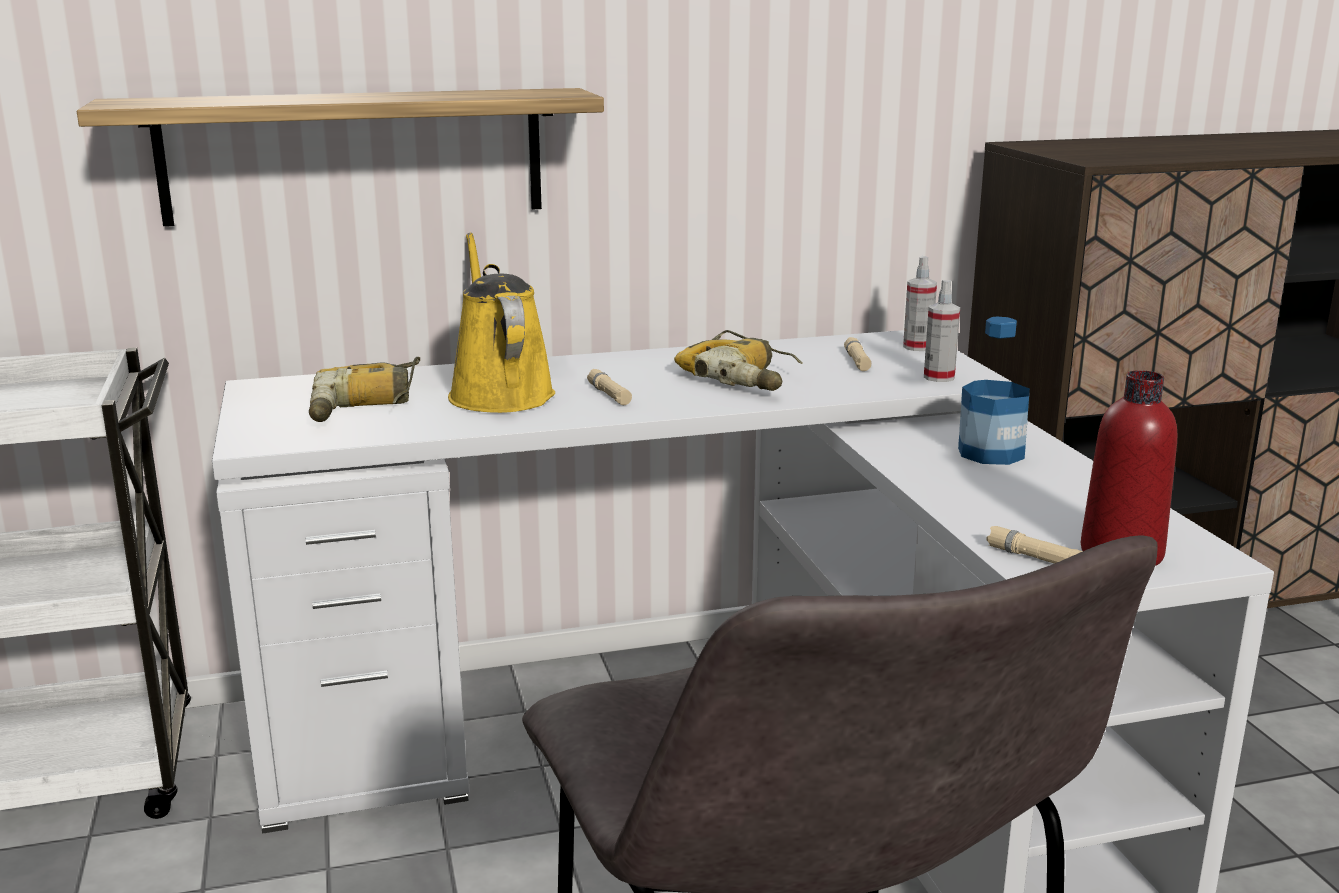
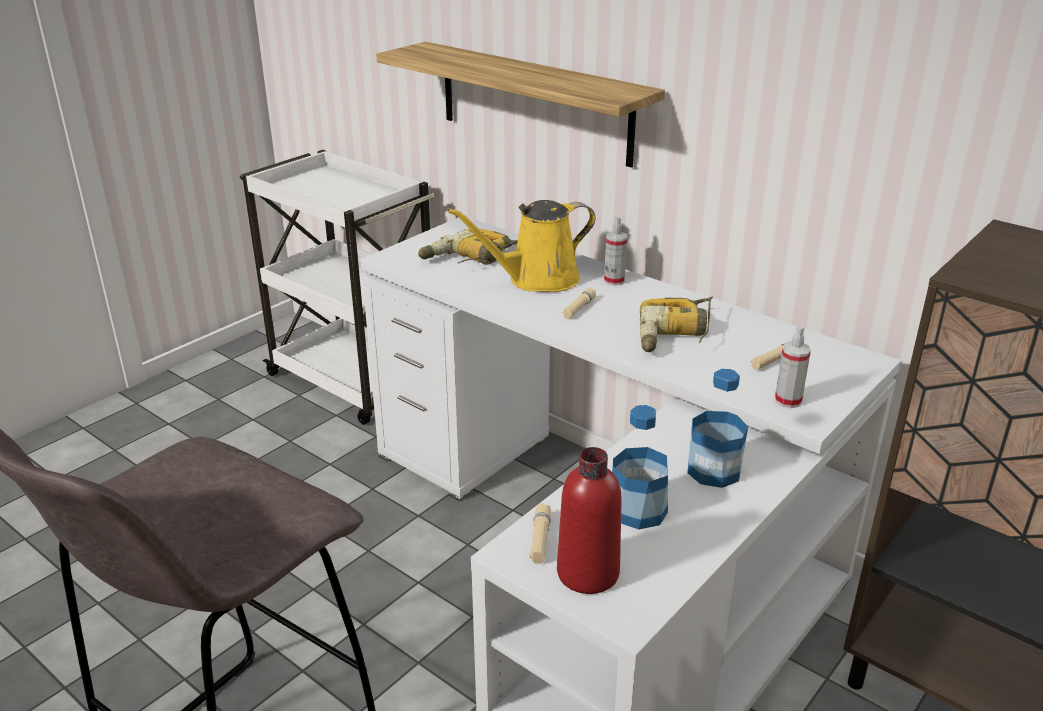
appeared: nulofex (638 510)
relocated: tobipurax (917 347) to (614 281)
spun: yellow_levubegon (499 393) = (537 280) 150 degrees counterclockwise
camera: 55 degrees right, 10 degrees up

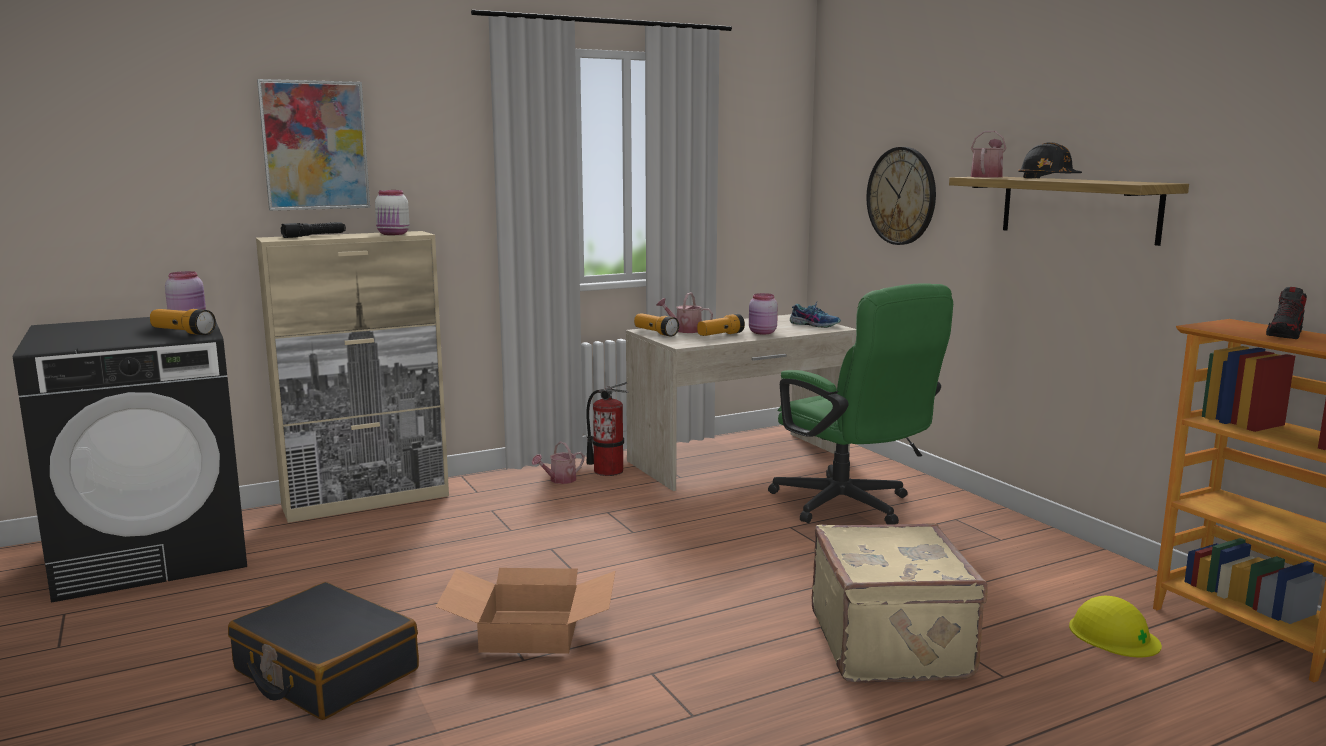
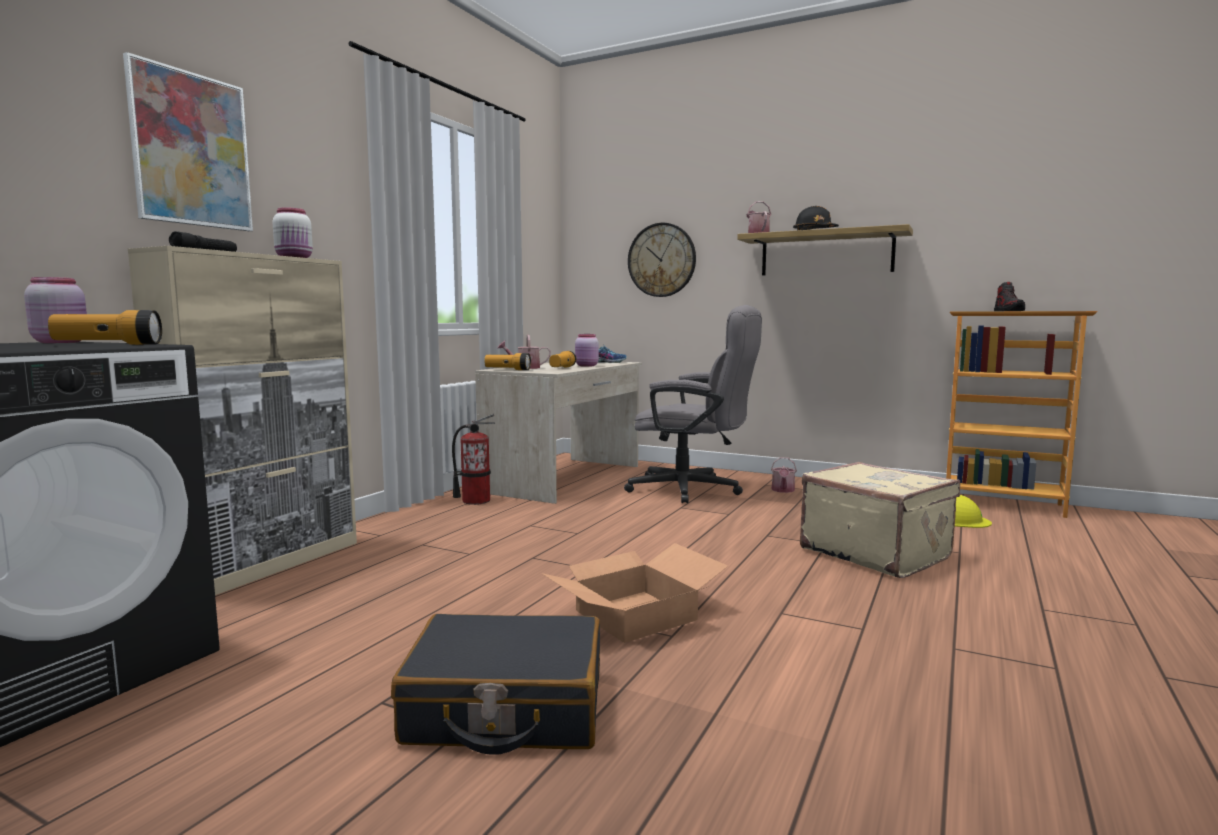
relocated: levubegon (559 480) to (783 490)
colour: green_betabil (850 507) to grey_betabil (694 490)
camera: 35 degrees left, 5 degrees down

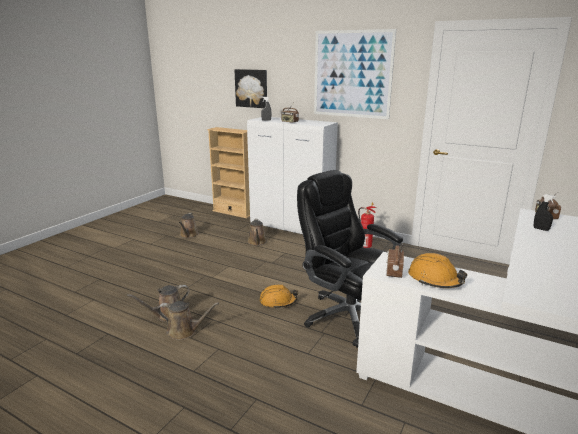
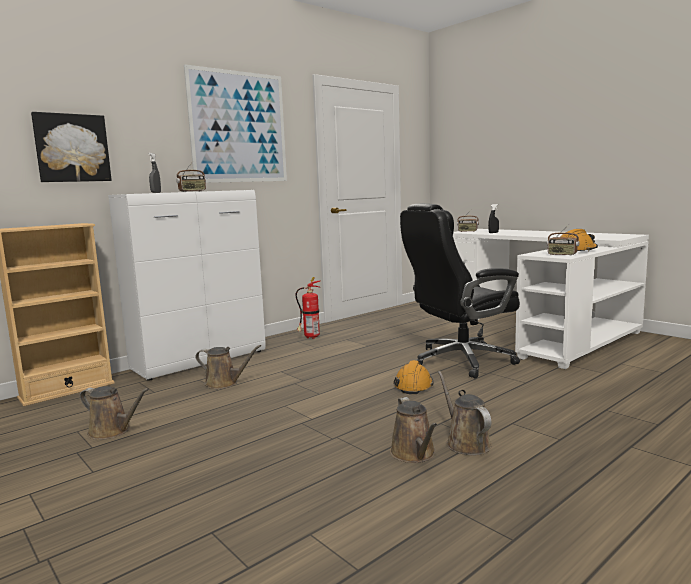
spun: brown_levubegon (184 331) = (465 442) 45 degrees counterclockwise
camera: 70 degrees left, 10 degrees down

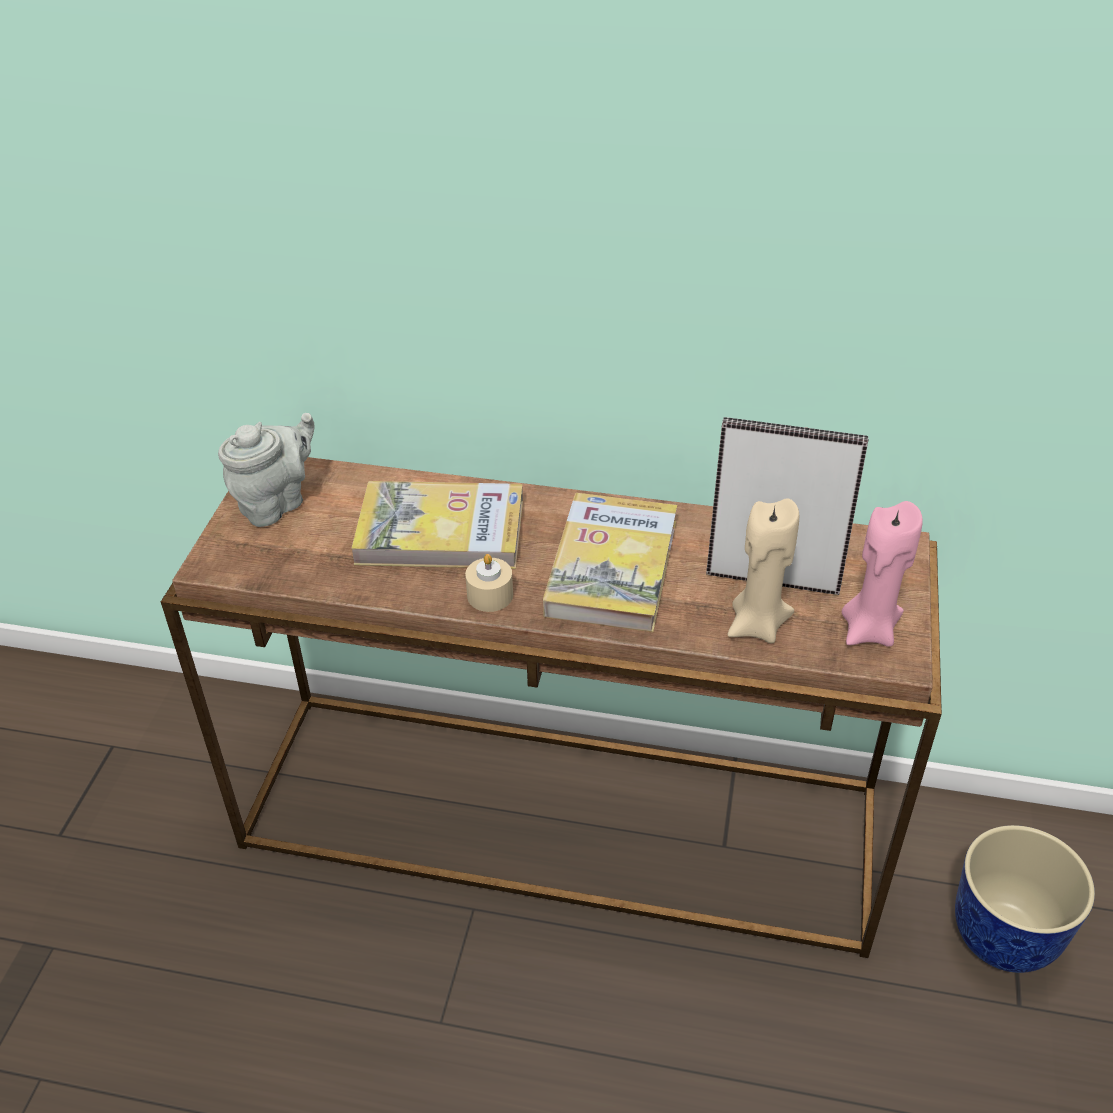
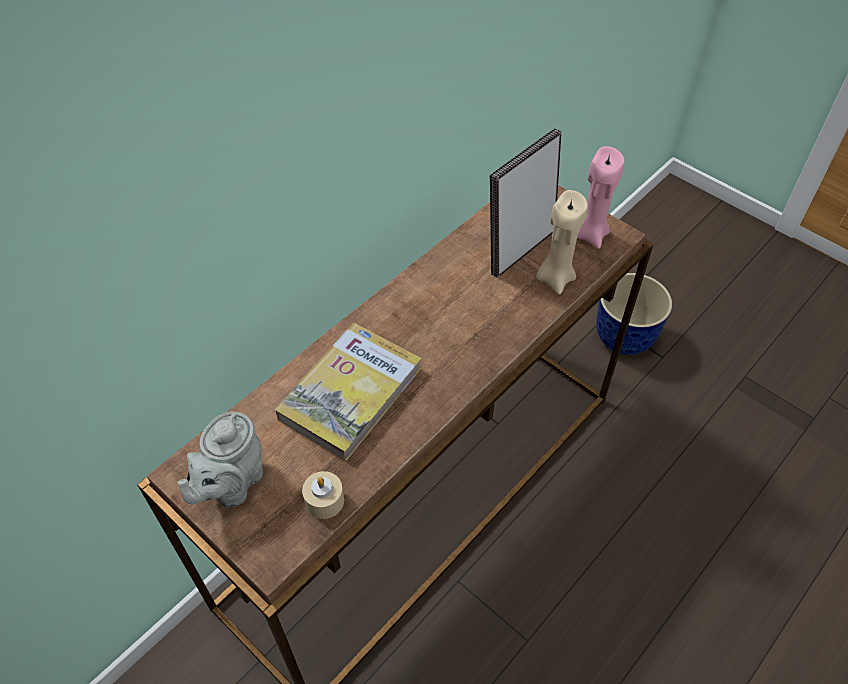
missing: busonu (612 567)
relocated: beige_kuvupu (490 595) to (324 501)
spun: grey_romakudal (276 503) = (232 484) 135 degrees counterclockwise
camera: 60 degrees left, 10 degrees up

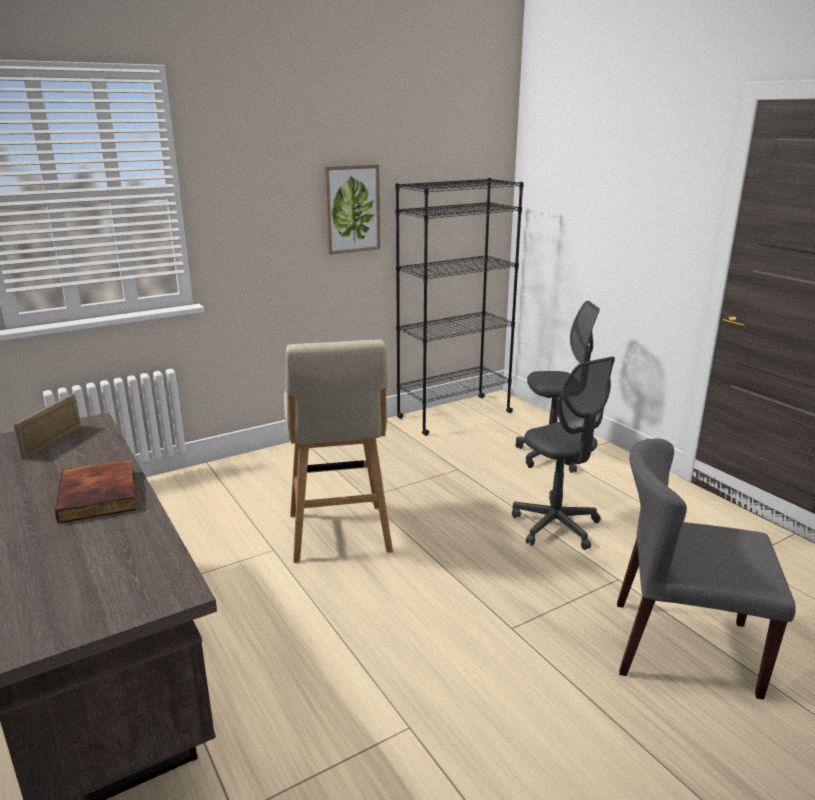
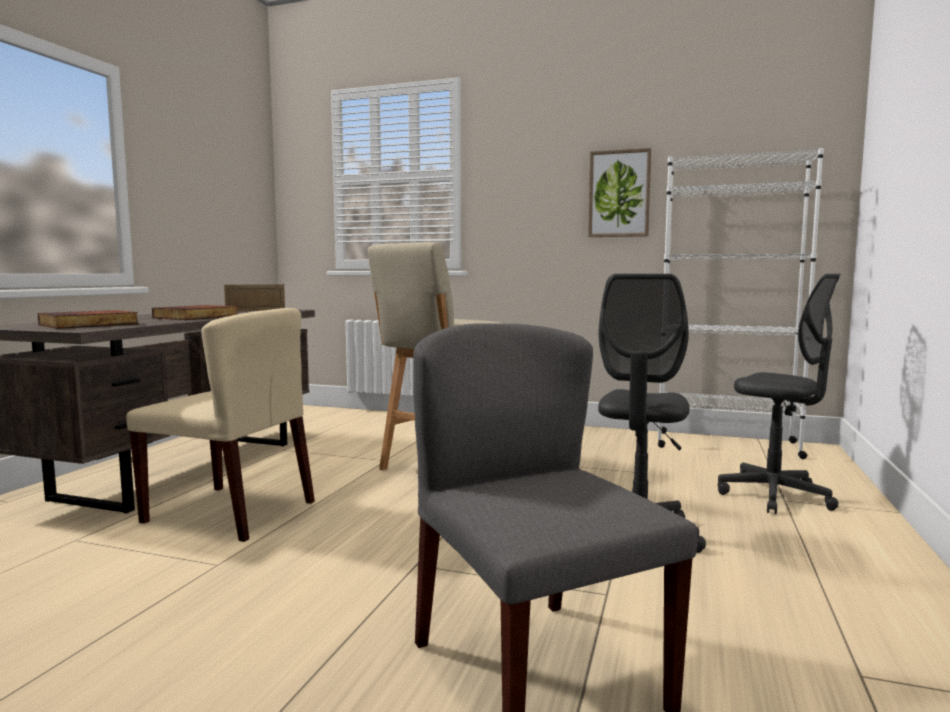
appeared: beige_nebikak (232 511); busonu (89 324)
colour: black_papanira (454 415) to white_papanira (726 444)
camera: 50 degrees right, 15 degrees down

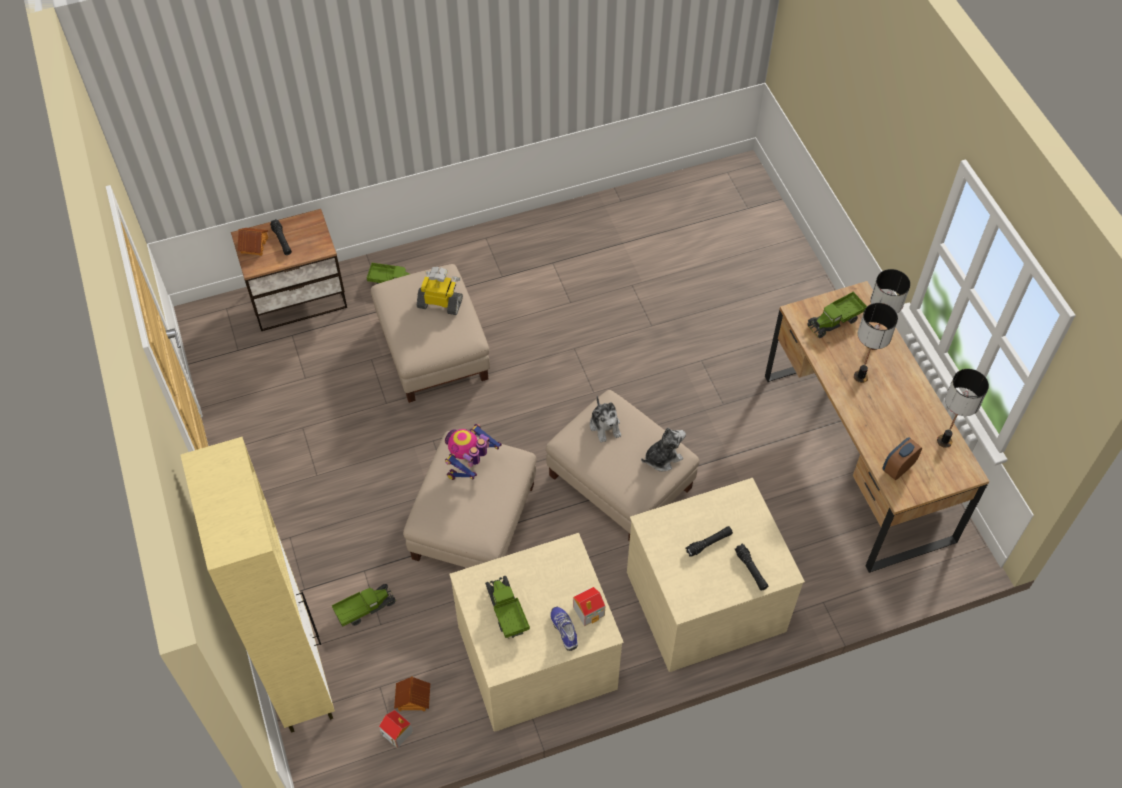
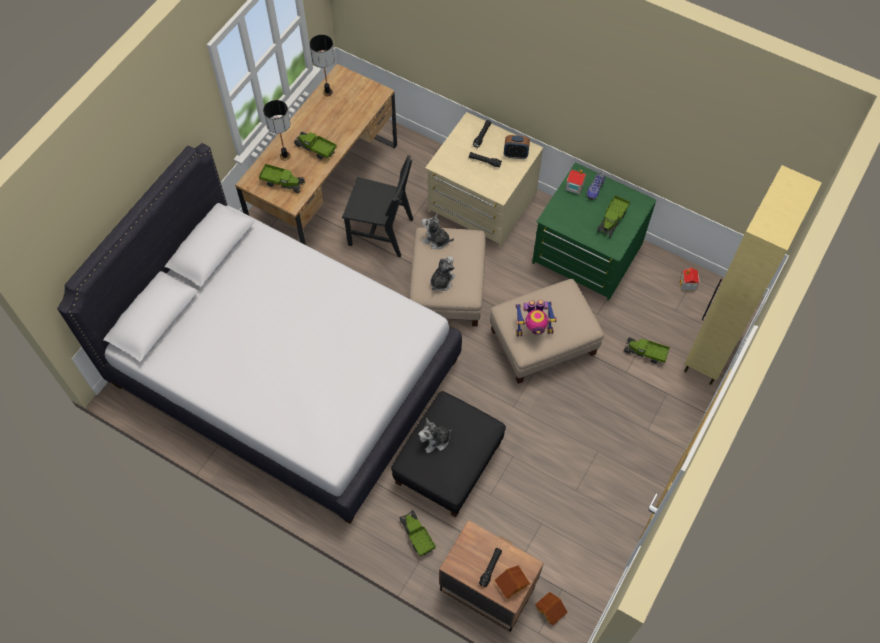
appeared: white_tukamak (285 373); black_nebikak (380 232)
relocated: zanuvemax (898 468) to (515 155); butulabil (412 699) to (551 610)
exchanged: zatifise (440 303) to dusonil (435 440); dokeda (860 377) to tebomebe (315 149)
colour: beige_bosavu (434 349) to black_bosavu (448 462); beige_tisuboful (536 655) to green_tisuboful (586 254)
camera: 130 degrees left, 5 degrees up

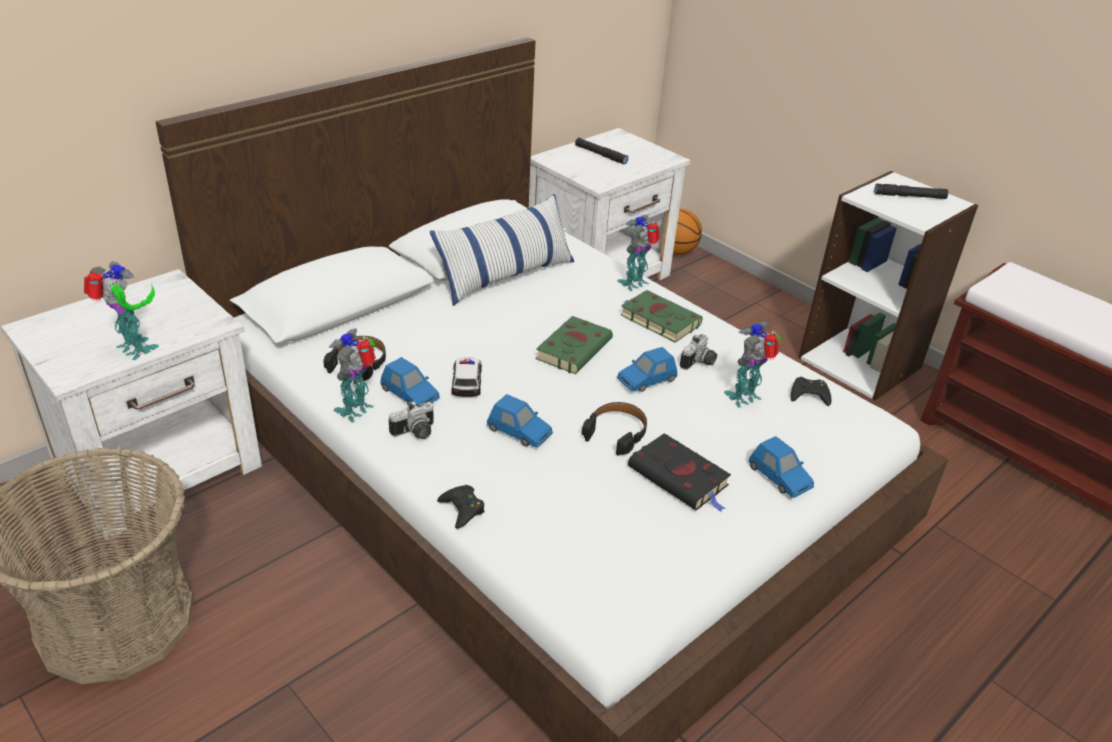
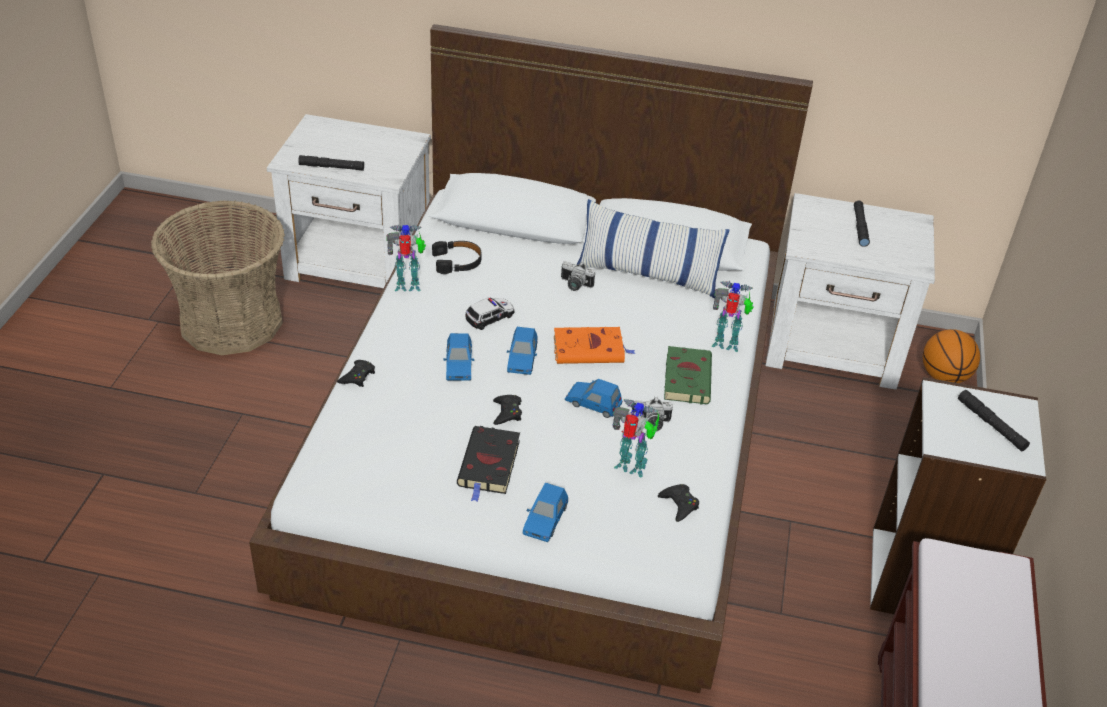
relocated: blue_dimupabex (409 394) to (522 359); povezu (415 433) to (574 285)
exchanged: zatifise (134 350) to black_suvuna (331 167); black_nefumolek (616 433) to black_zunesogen (507 412)
colour: green_busonu (574 348) to orange_busonu (590 350)
camera: 55 degrees right, 5 degrees up

